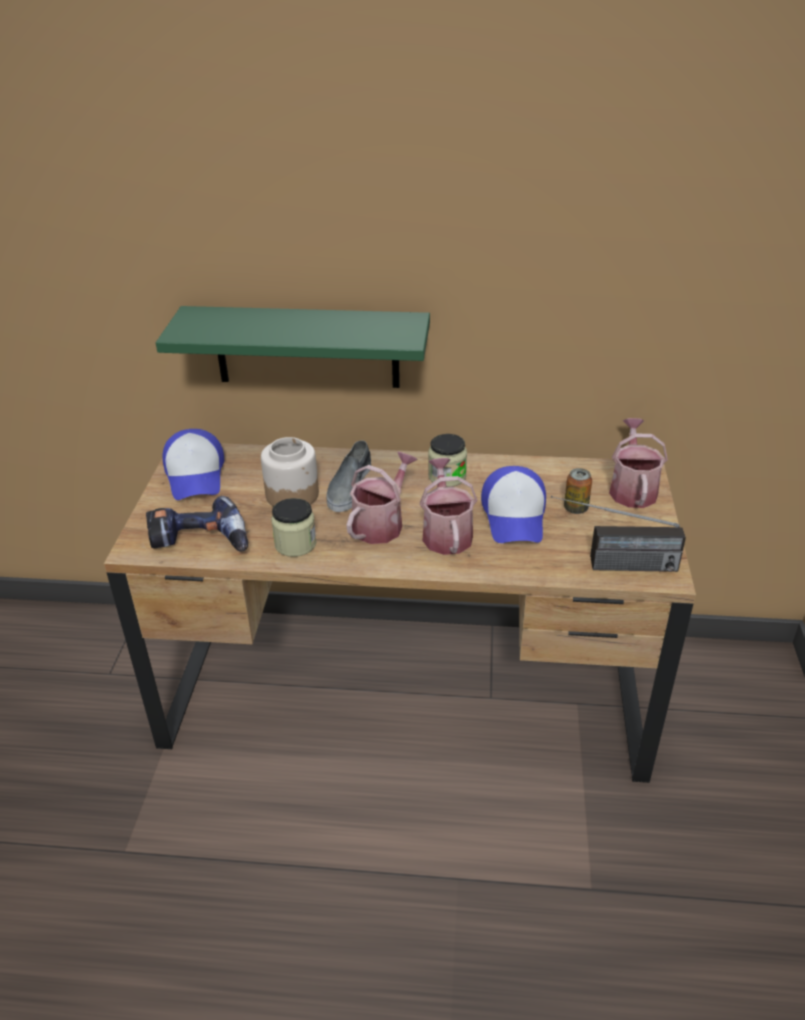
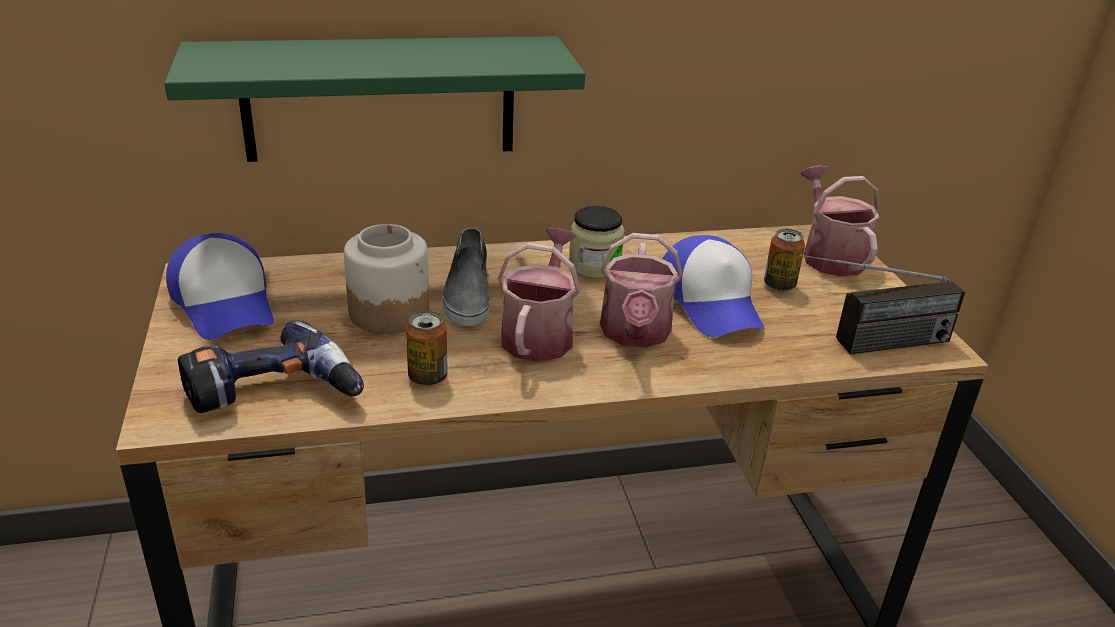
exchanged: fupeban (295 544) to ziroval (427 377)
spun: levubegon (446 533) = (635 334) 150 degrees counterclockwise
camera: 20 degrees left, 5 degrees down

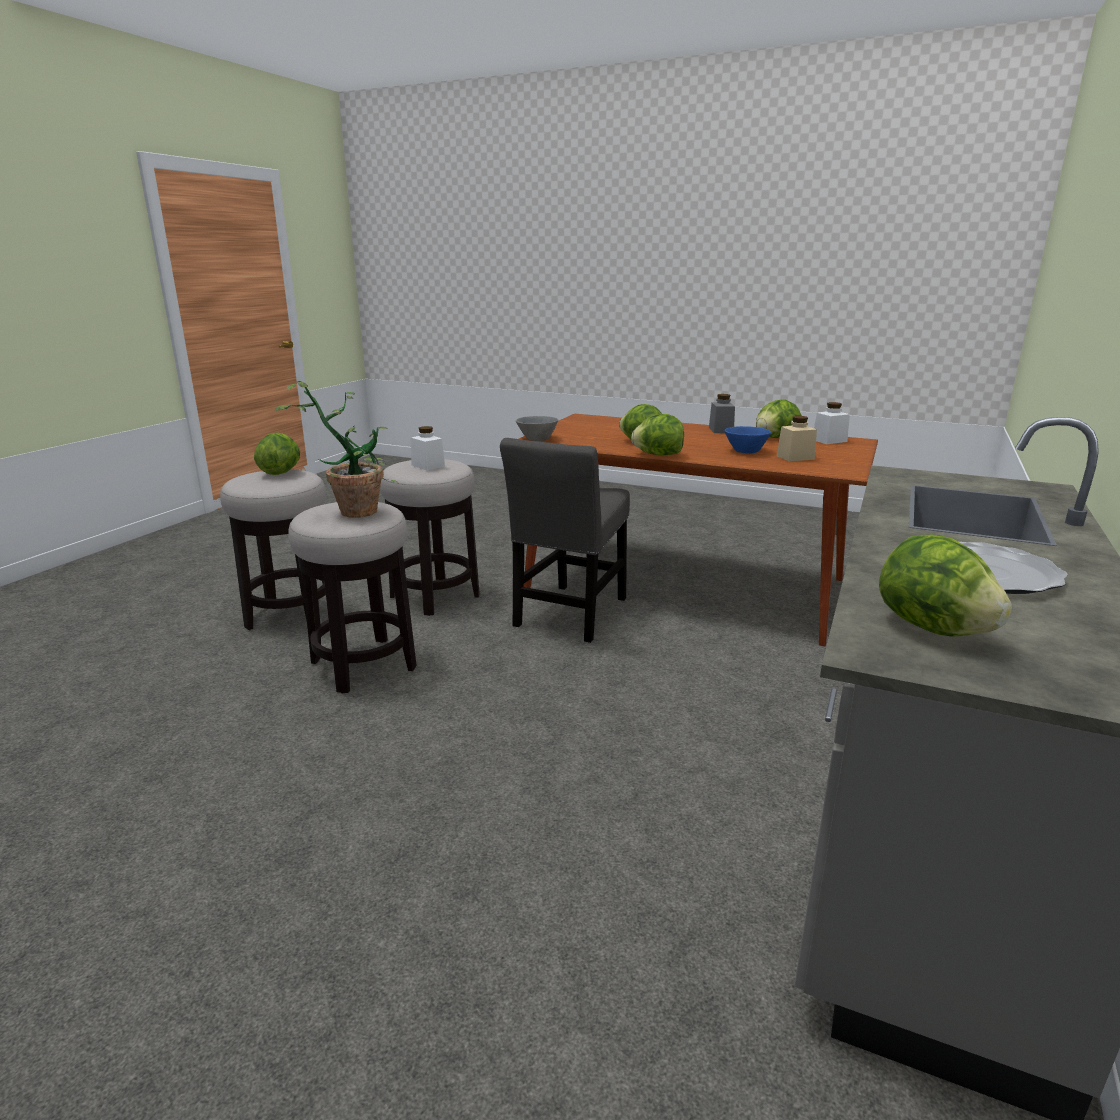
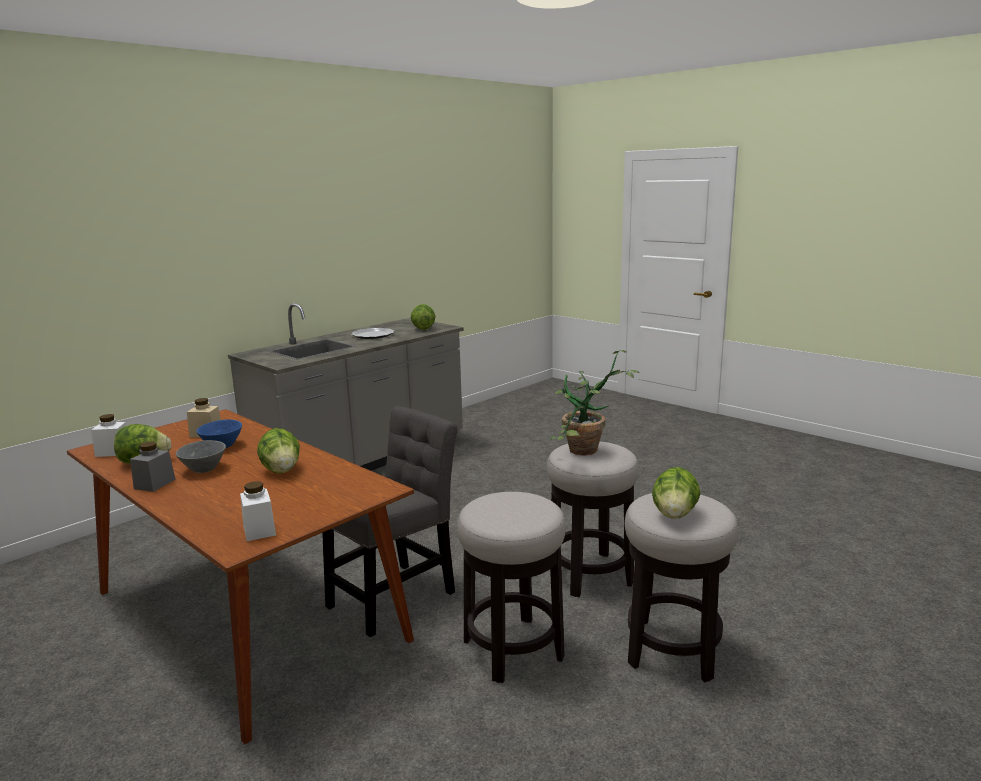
missing: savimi (658 455)
relocated: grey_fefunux (538 439) to (202 469); white_fupeban (428 465) to (259 530)
camera: 160 degrees left, 5 degrees down

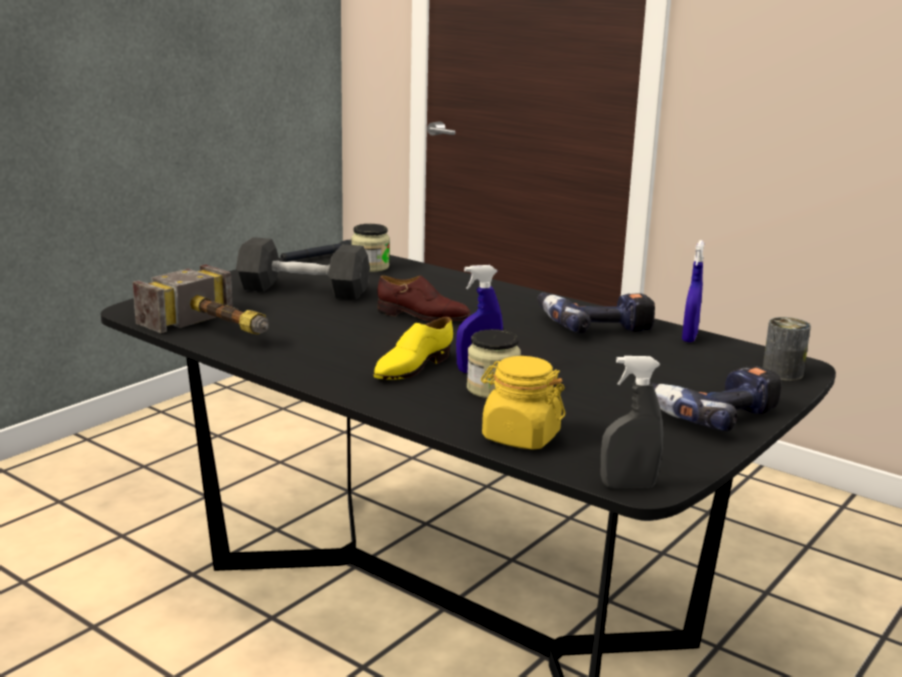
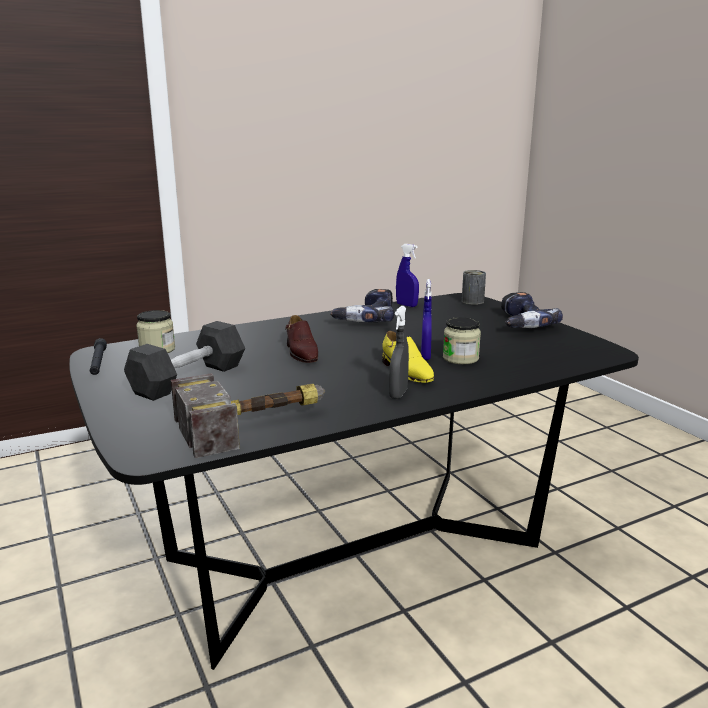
missing: yellow_fupeban (520 437)
relocated: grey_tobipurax (628 486) to (398 394)
spun: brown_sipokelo (423 316) = (301 353) 120 degrees clockwise
camera: 65 degrees left, 0 degrees up

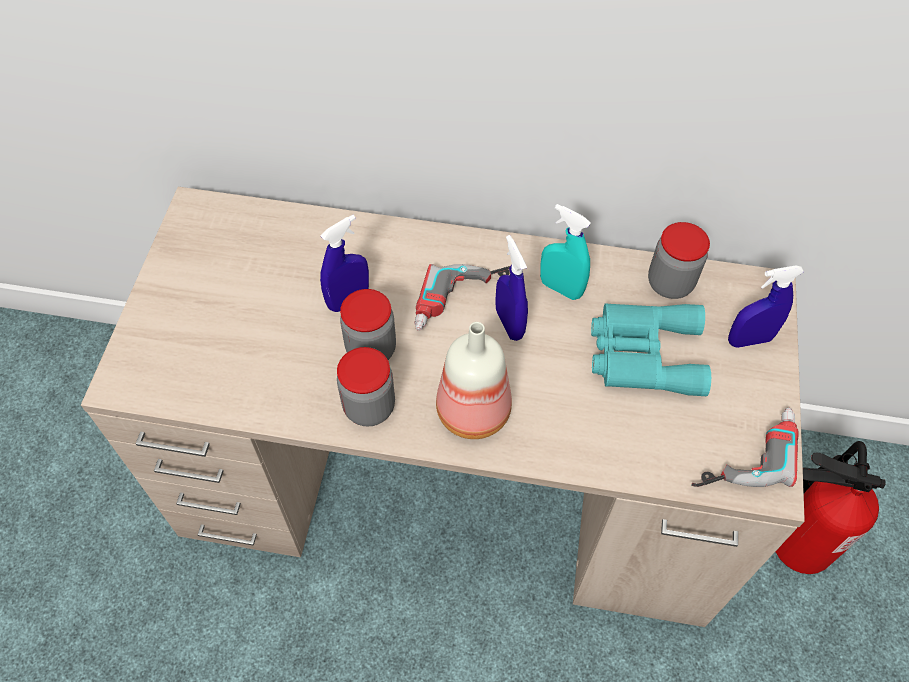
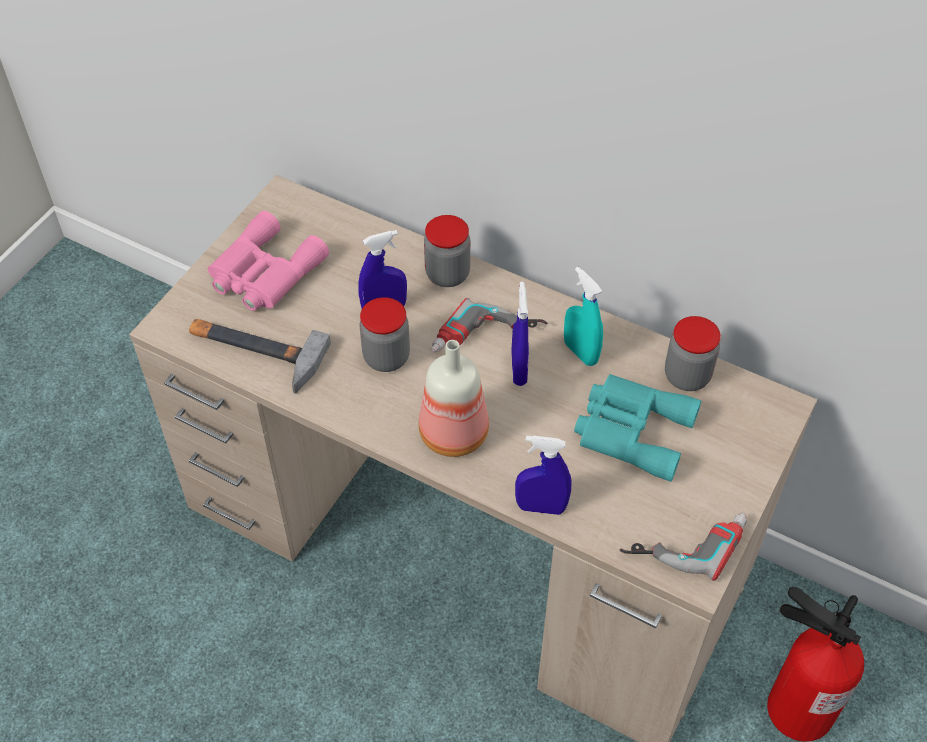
appeared: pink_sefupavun (264 273); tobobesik (254 351)
relocated: blue_tobipurax (749 340) to (541 507); fupeban (369 407) to (447 274)
camera: 20 degrees right, 5 degrees down

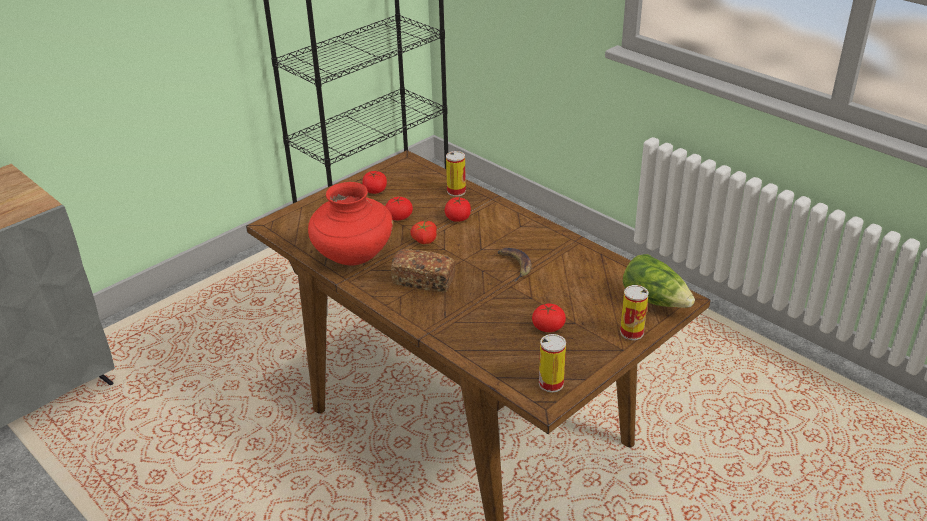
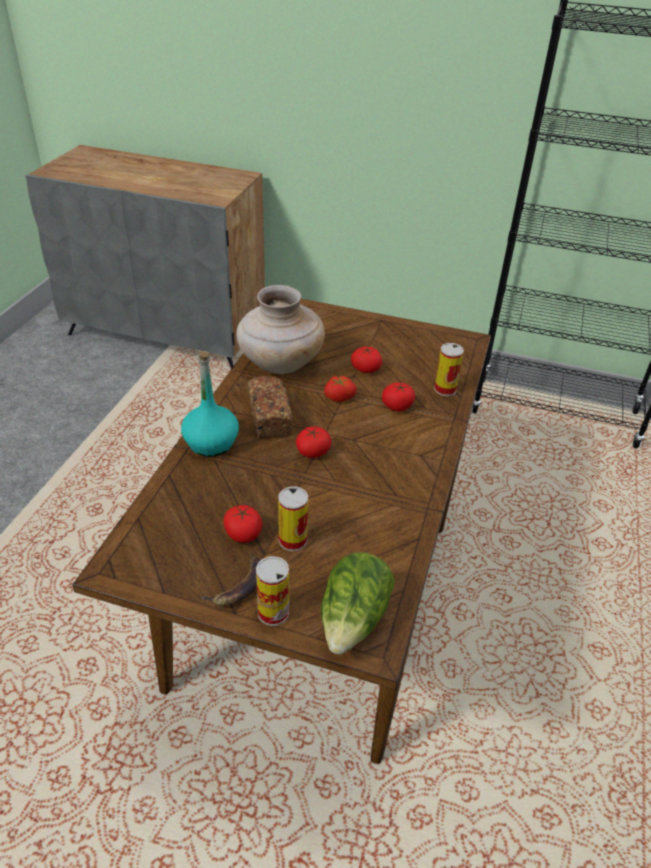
appeared: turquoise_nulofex (211 443)
relocated: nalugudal (375 190) to (313 451); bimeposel (514 265) to (238 585); ziroval (551 383) to (293 540)
colour: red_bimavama (353 256) to beige_bimavama (280 364)
camera: 60 degrees right, 5 degrees up

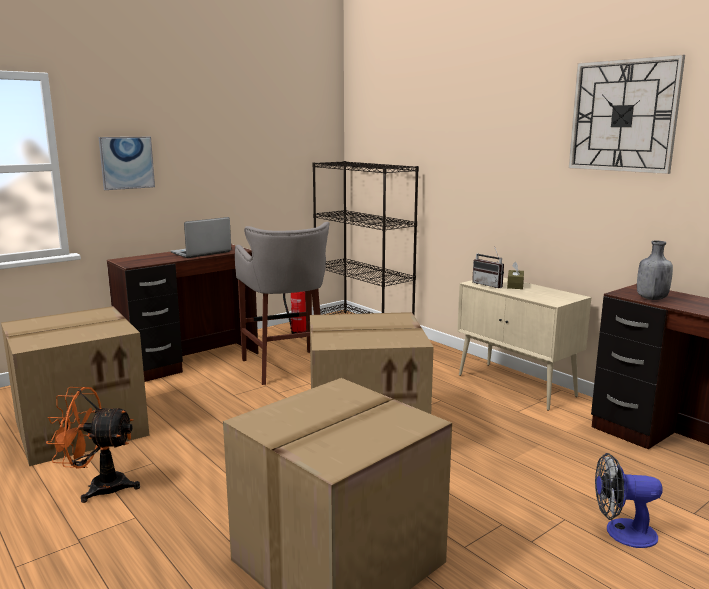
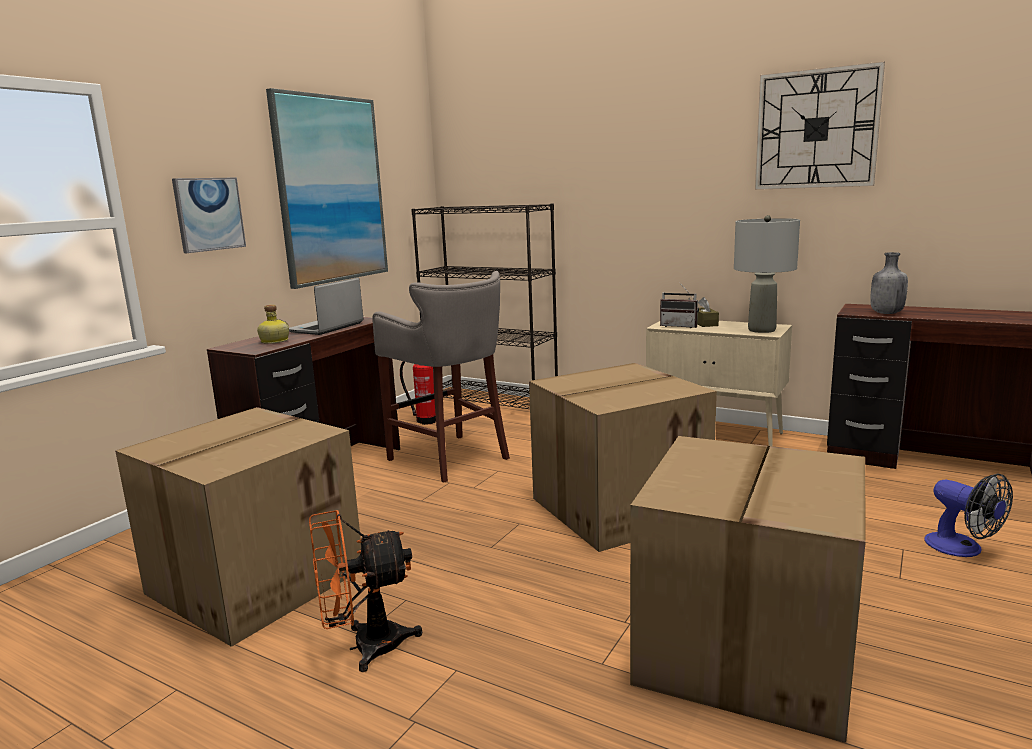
appeared: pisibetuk (331 190); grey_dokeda (761 330); nulofex (273 341)
spun: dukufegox (622 532) = (962 549) 105 degrees counterclockwise
camera: 20 degrees left, 0 degrees up

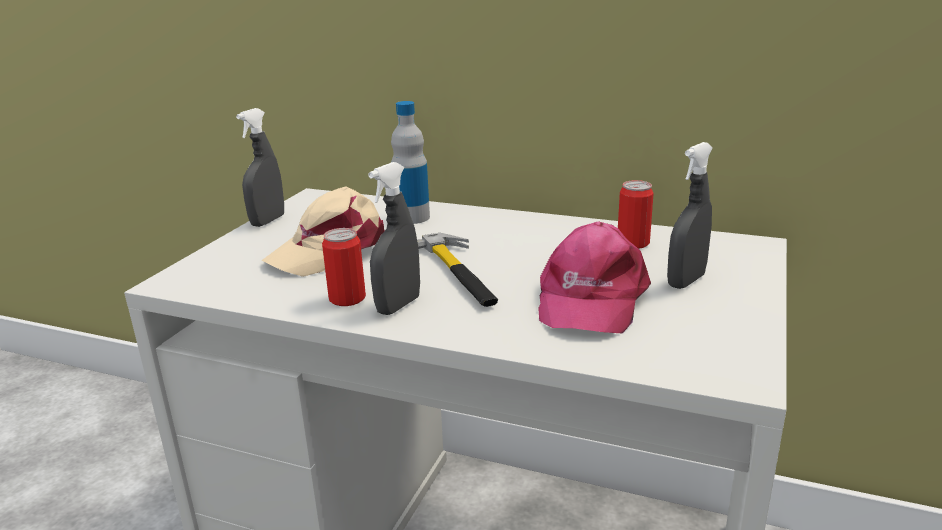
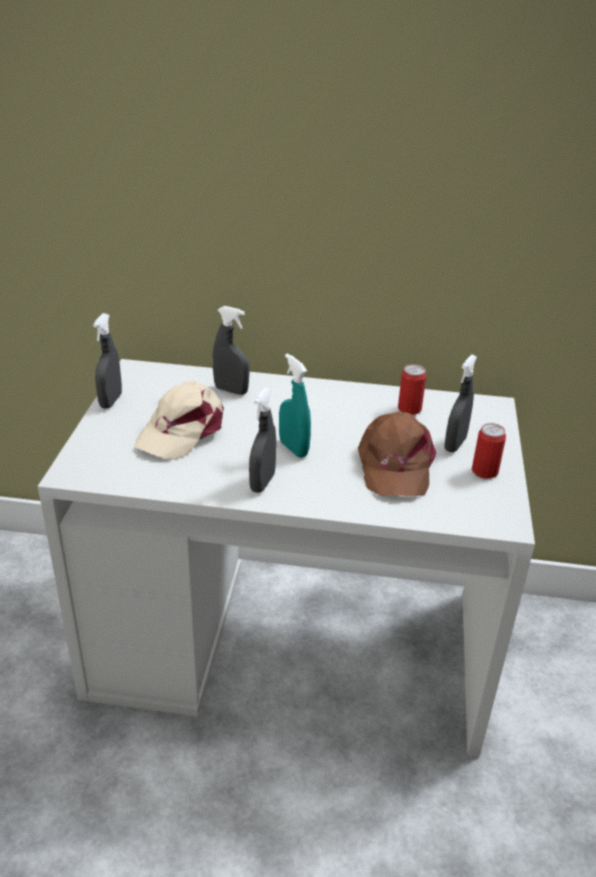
relocated: ziroval (347 298) to (484 471)
exchanged: nulofex (412 217) to grey_tobipurax (231 390); tobobesik (459 274) to turquoise_tobipurax (293 448)
colour: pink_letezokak (590 298) to brown_letezokak (394 465)
camera: 15 degrees left, 10 degrees up

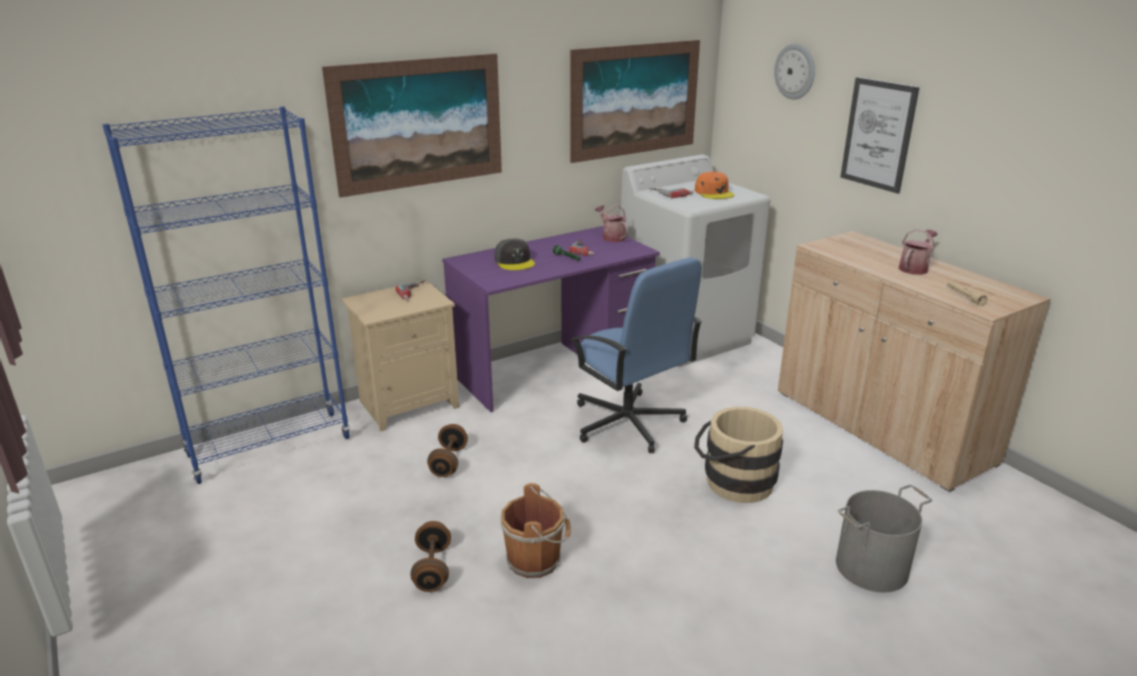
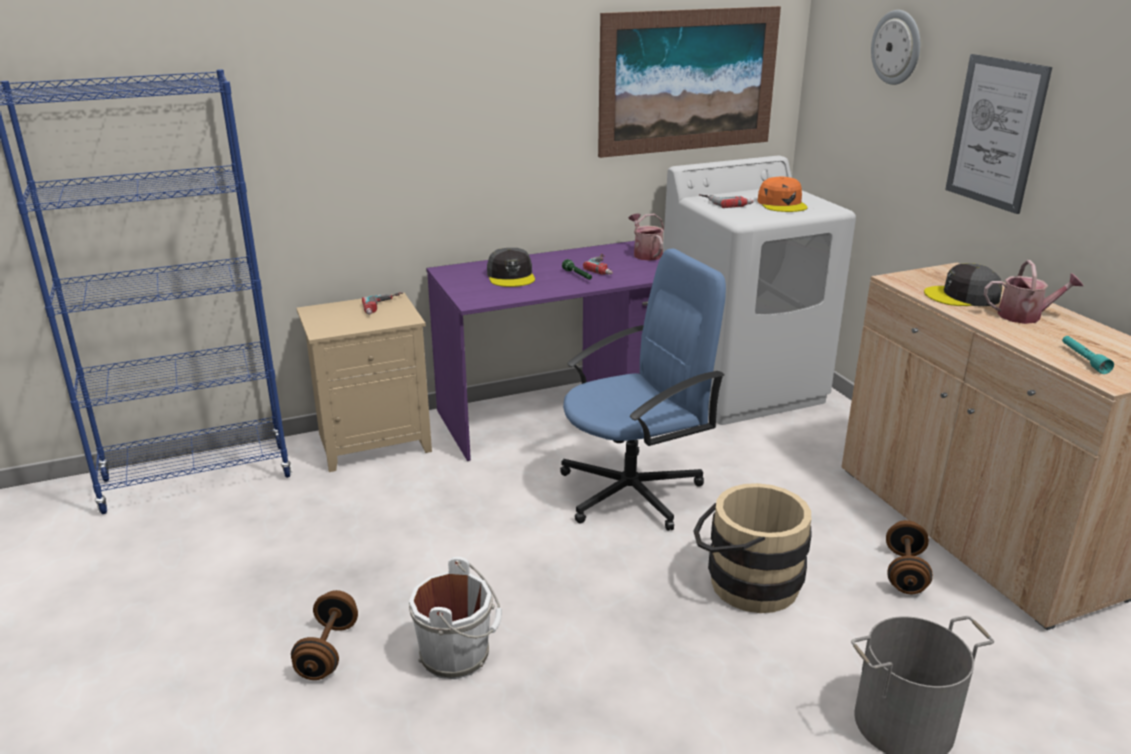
missing: pisibetuk (418 123)
appeared: grey_letezokak (962 296)
relocated: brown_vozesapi (448 462) to (905 572)
colour: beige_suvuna (964 296) to turquoise_suvuna (1083 359); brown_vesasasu (536 559) to white_vesasasu (458 655)
spun: levubegon (914 268) = (1025 316) 45 degrees clockwise; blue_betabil (628 423) = (632 491) 90 degrees counterclockwise
camera: 10 degrees right, 0 degrees up

